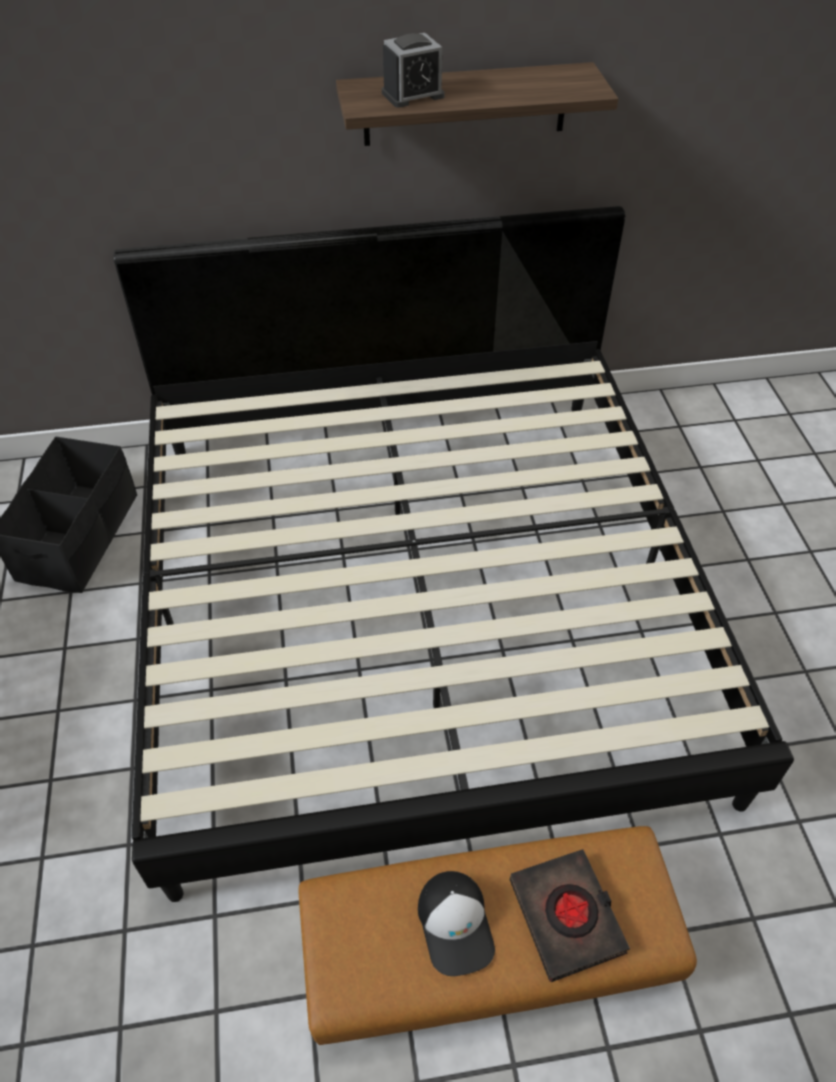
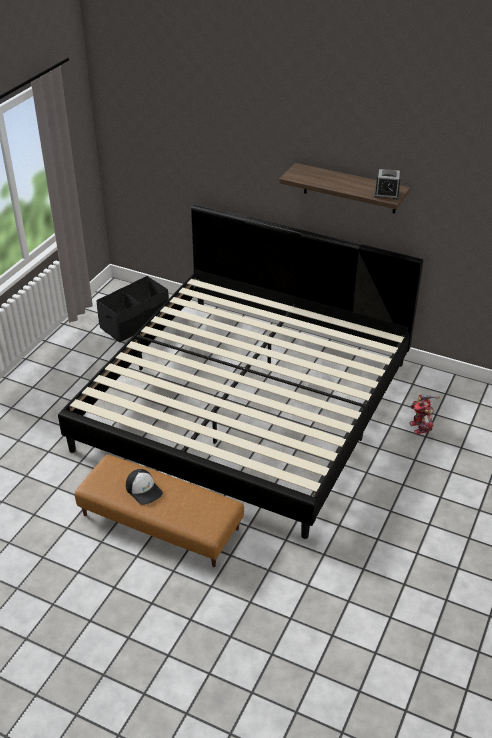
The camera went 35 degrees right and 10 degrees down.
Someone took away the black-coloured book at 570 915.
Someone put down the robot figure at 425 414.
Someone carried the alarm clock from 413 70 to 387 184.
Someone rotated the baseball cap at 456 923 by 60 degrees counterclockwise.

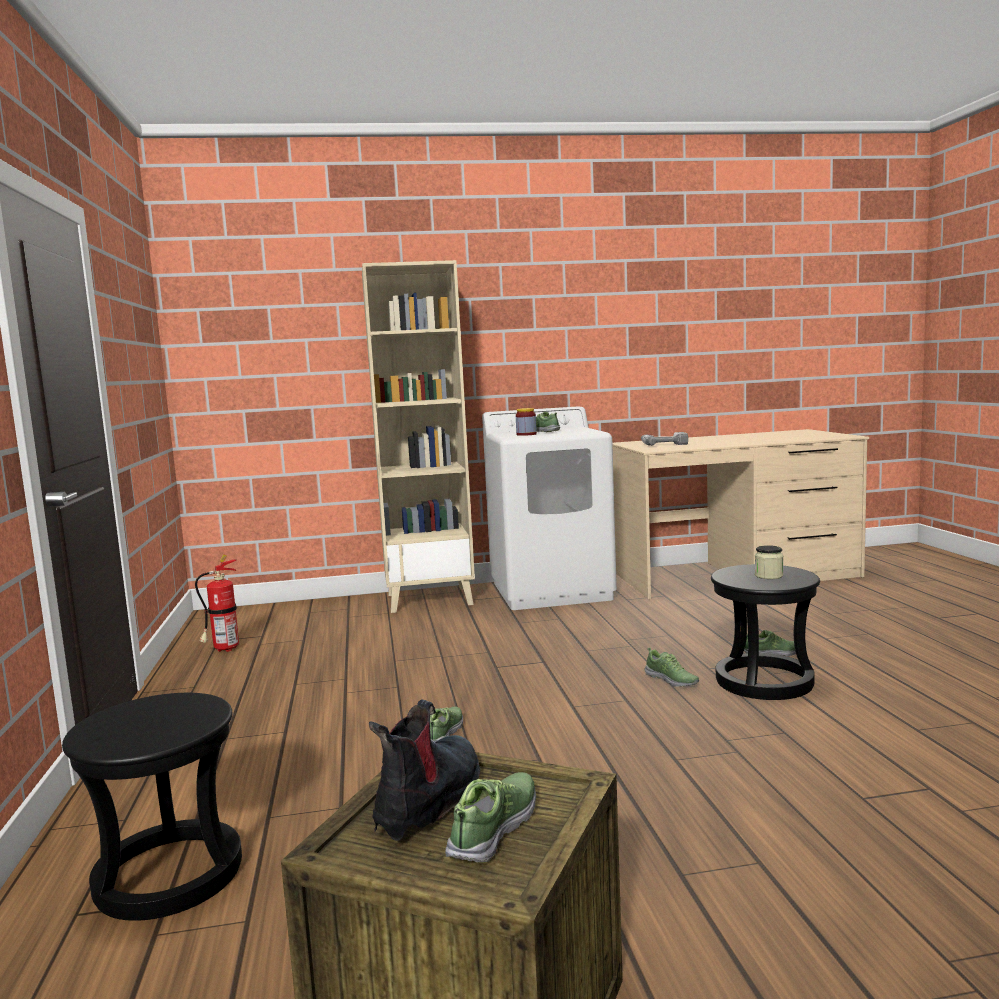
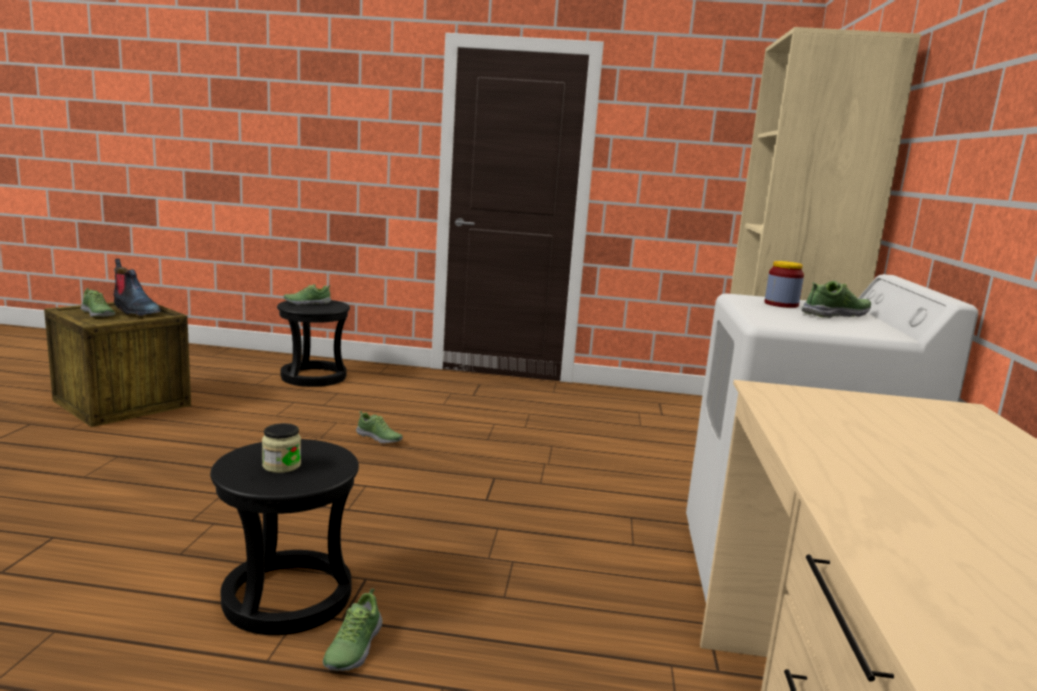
The camera went 105 degrees right and 5 degrees up.
Someone took away the fire extinguisher at 217 603.
Someone took away the electric drill at 664 439.
Someone carried the low shoe from 672 667 to 307 294.

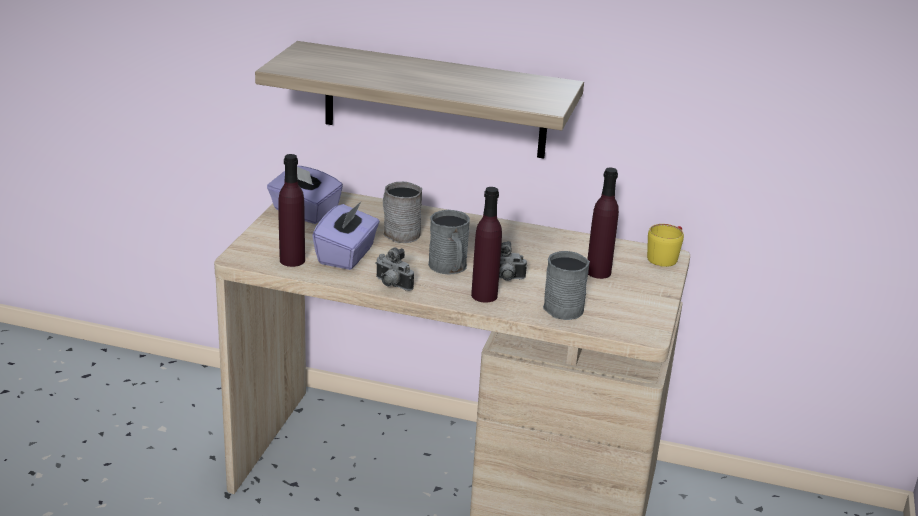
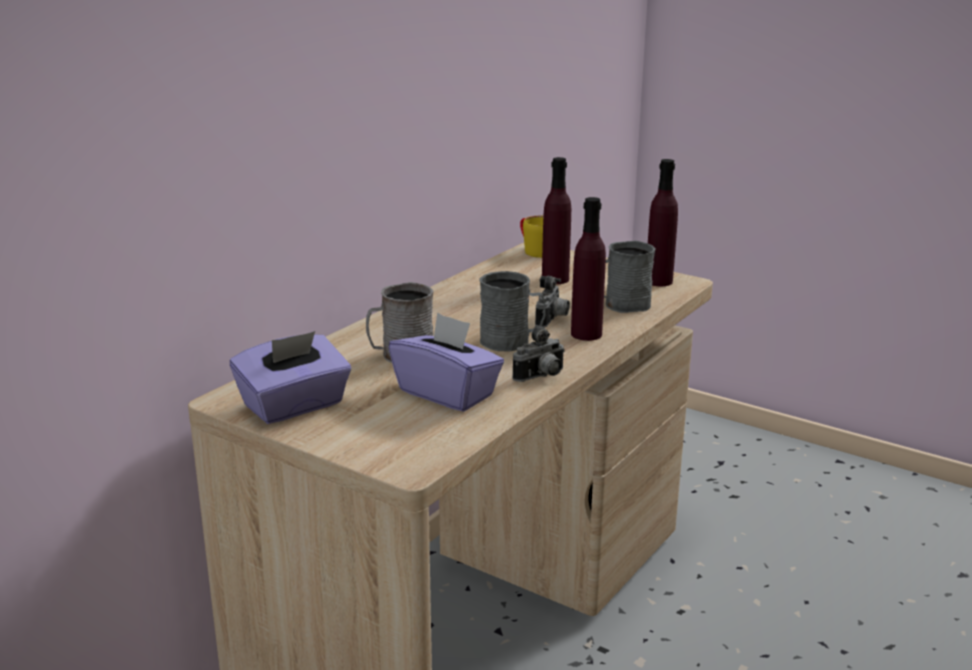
The camera went 70 degrees left and 5 degrees down.
Someone took away the wall shelf at 419 100.
Someone carried the purple bottle from 291 210 to 663 222.

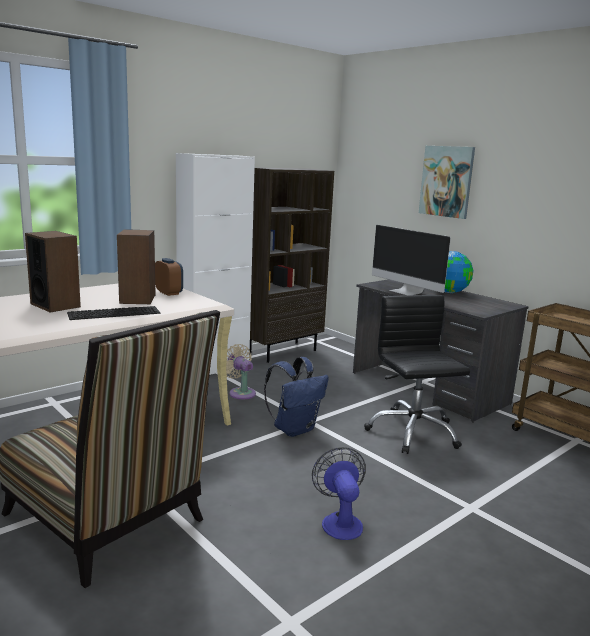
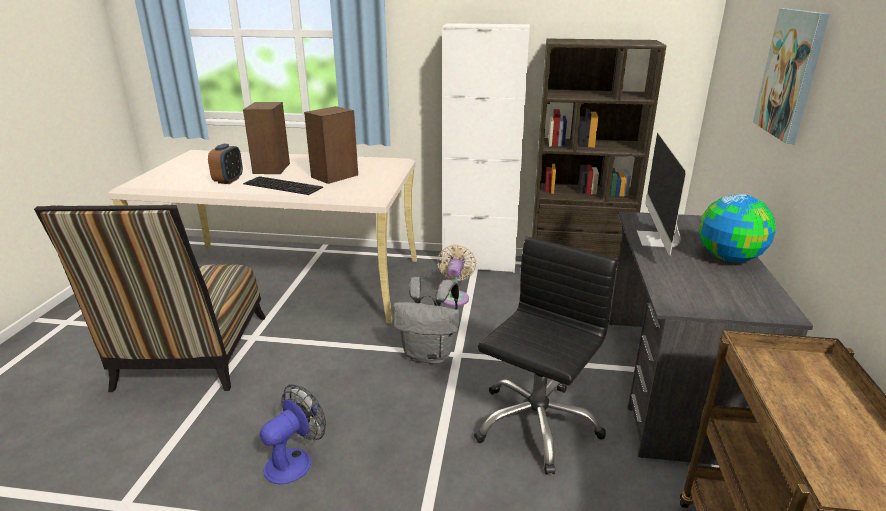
The camera went 50 degrees right and 10 degrees up.
Someone carried the alarm clock from 169 277 to 225 164.
Someone repainted the blue-coloured knapsack at 296 397, which became the gray knapsack at 426 320.

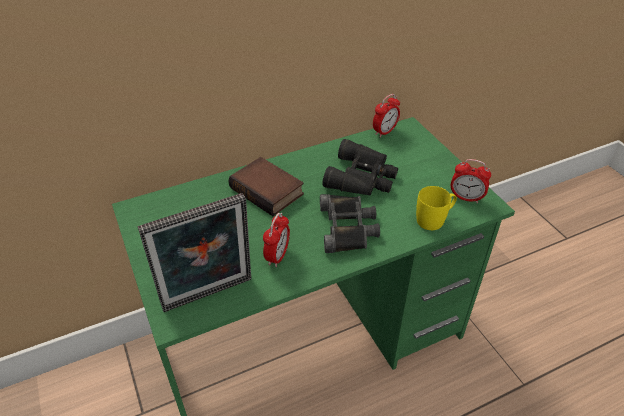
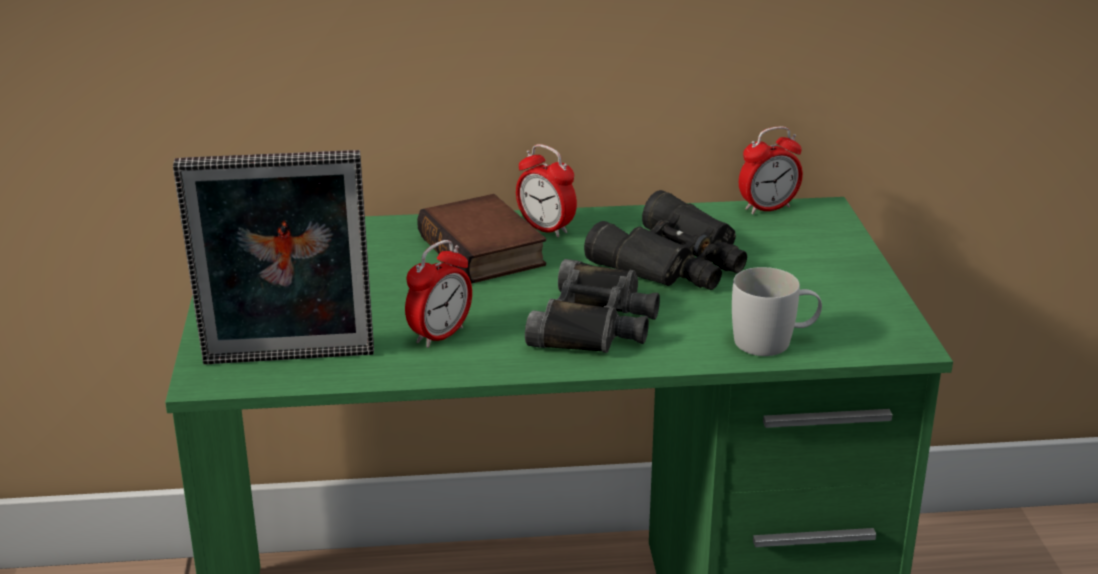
The camera went 20 degrees right and 15 degrees down.
Someone carried the alarm clock from 471 181 to 546 190.
Someone repainted the yellow coffee mug at 436 208, which became the whitish coffee mug at 777 311.

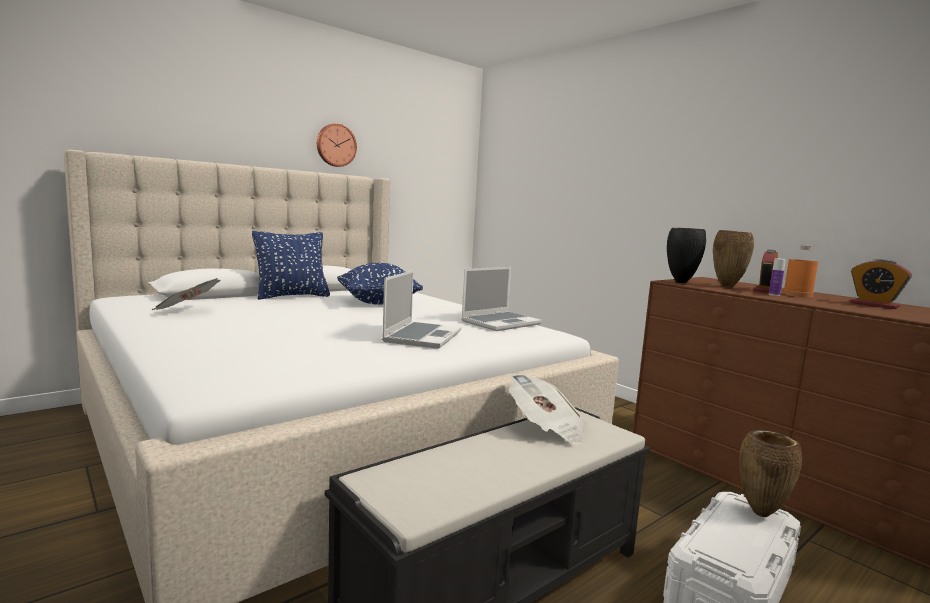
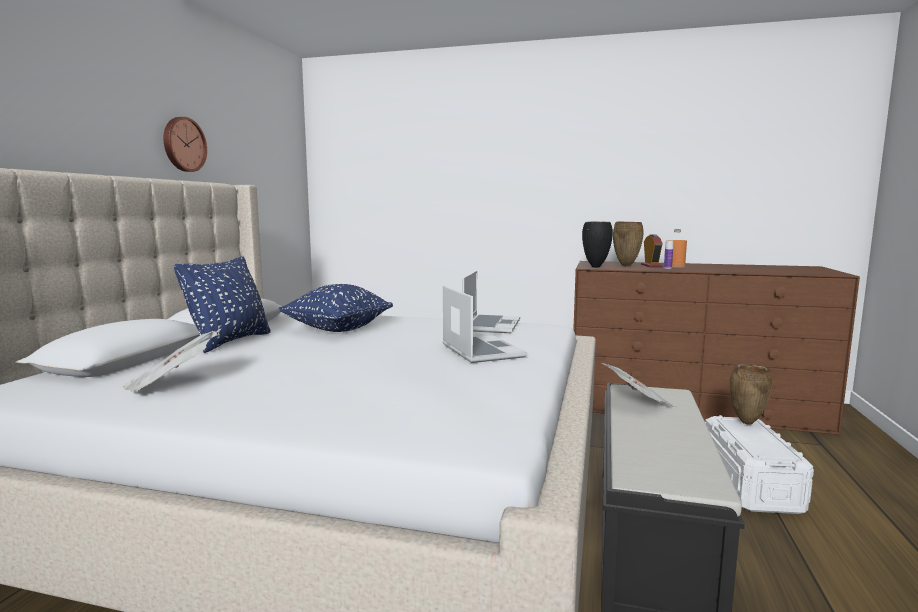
The camera went 35 degrees left and 0 degrees up.
Someone took away the alarm clock at 881 284.

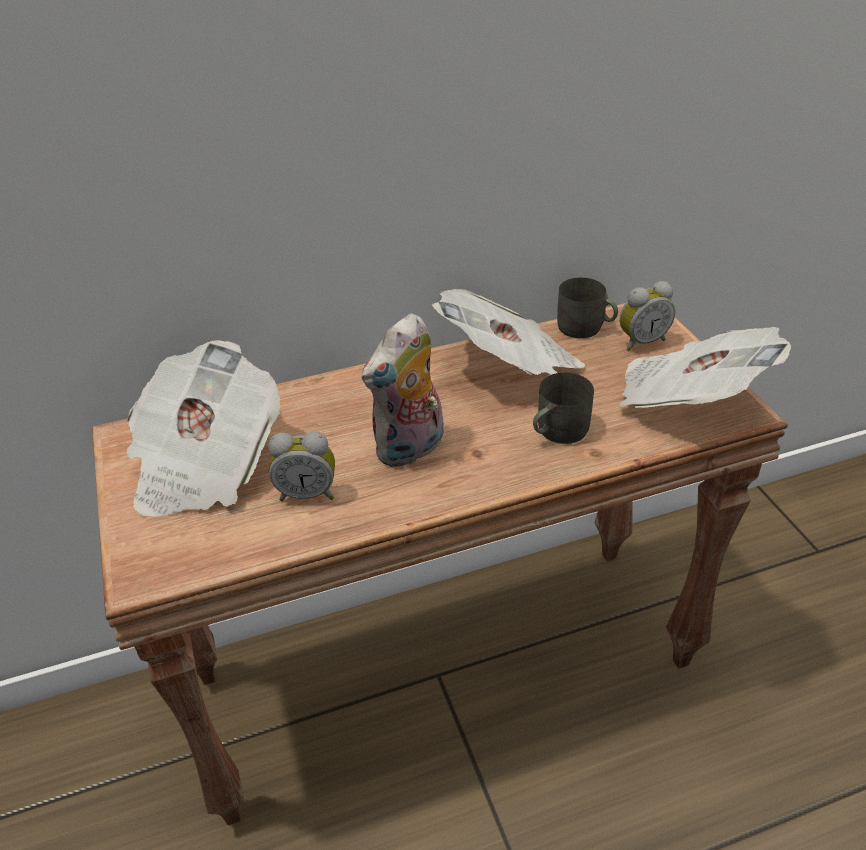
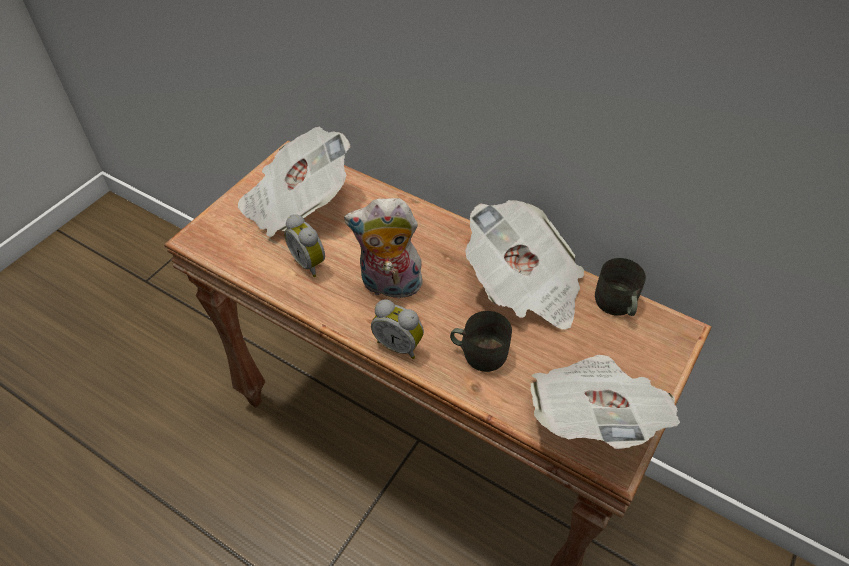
The camera went 50 degrees right and 10 degrees up.
Someone carried the alarm clock from 647 316 to 397 329.

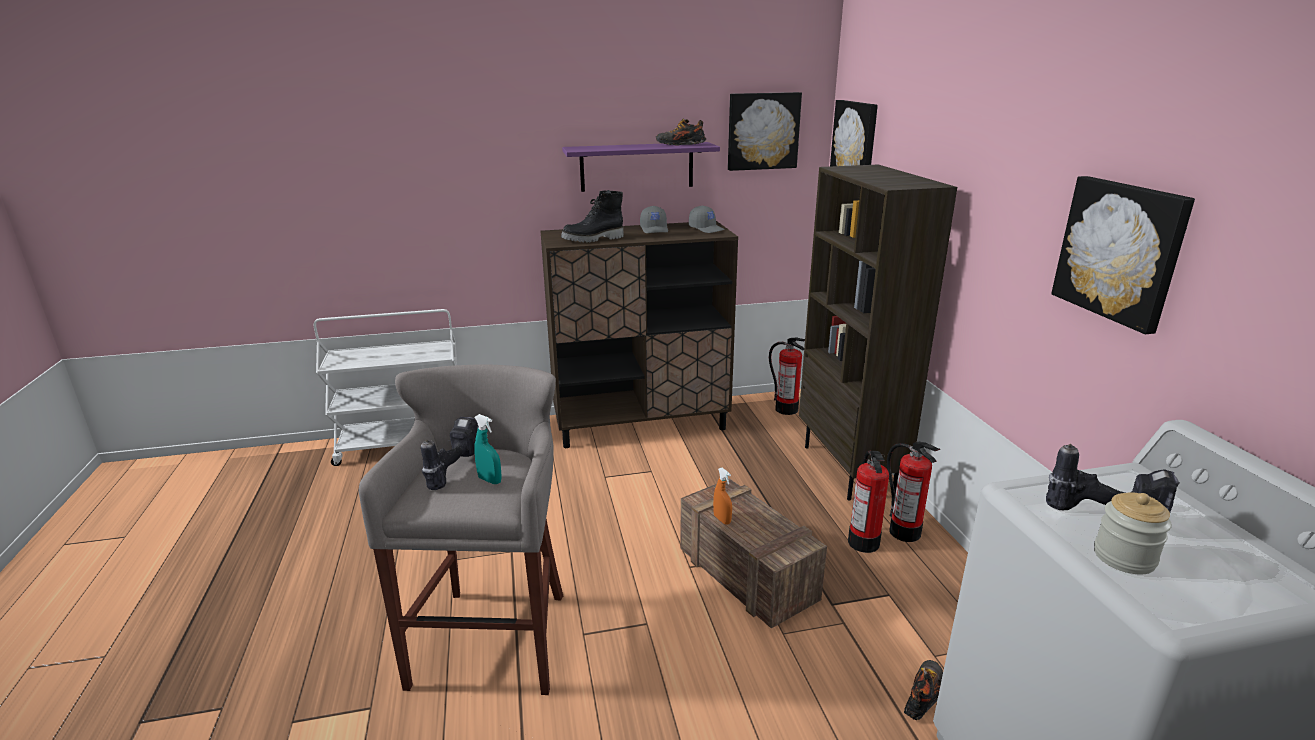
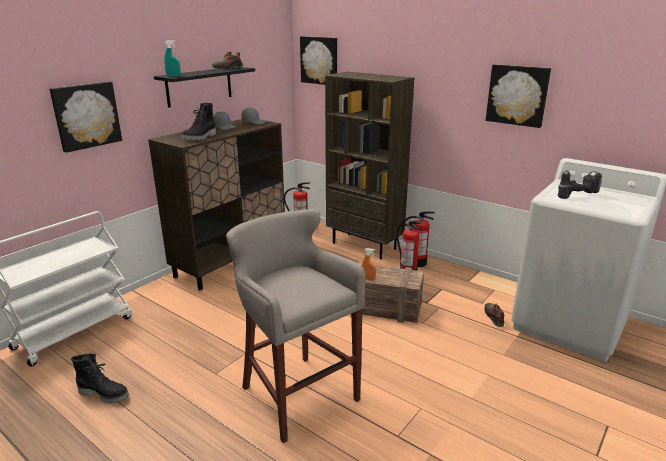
The camera went 40 degrees left and 0 degrees up.
Someone took away the electric drill at 450 453.
Someone took away the jar at 1133 533.
Someone put down the black-coloured tall boot at 100 378.
Someone carried the turquoise hand sprayer from 488 449 to 172 58.
Someone carried the picture from 765 131 to 86 117.
Someone repainted the purple wall shelf at 641 167, which became the black-coloured wall shelf at 204 87.

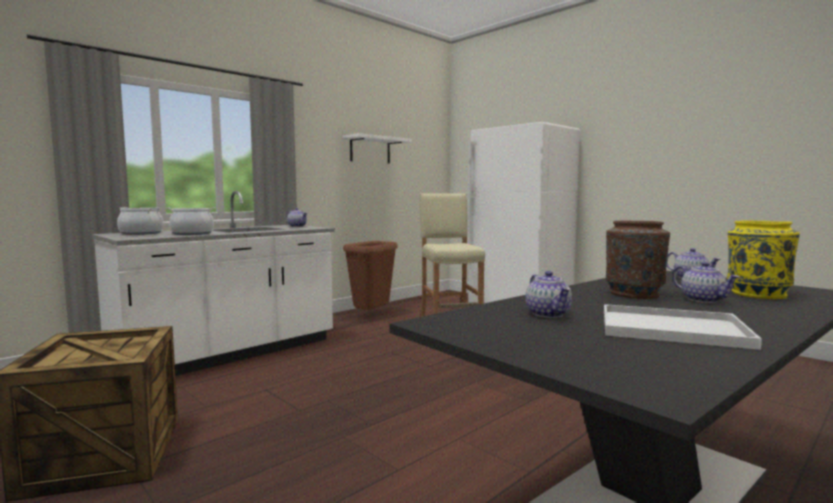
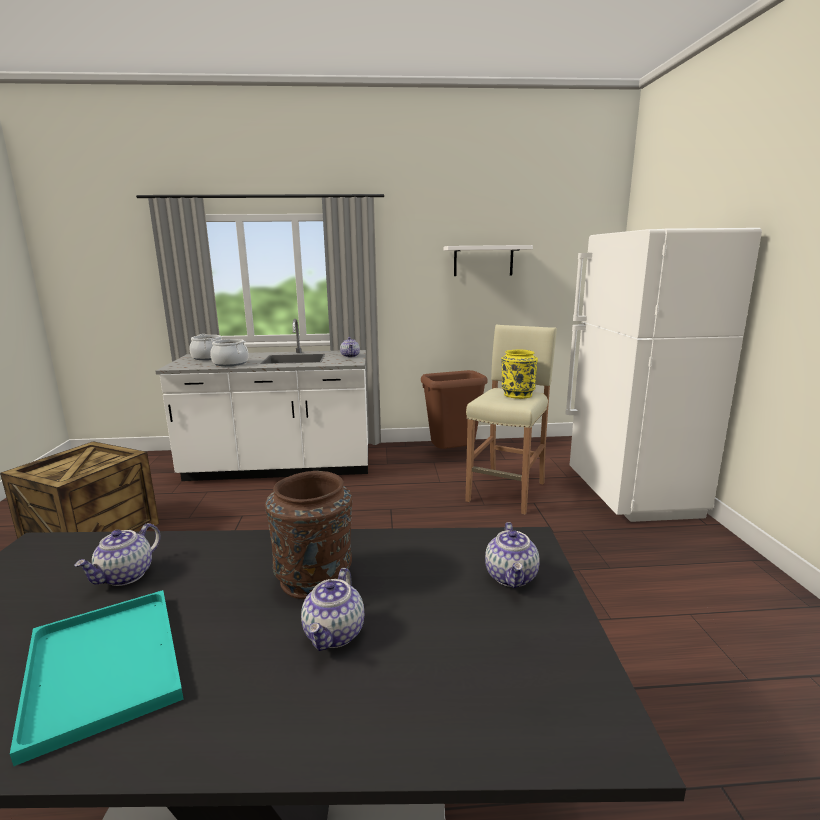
The camera went 40 degrees right and 10 degrees up.
Someone carried the yellow vase from 763 259 to 520 374.
Someone repainted the whitish serving tray at 683 327, which became the turquoise serving tray at 96 678.

